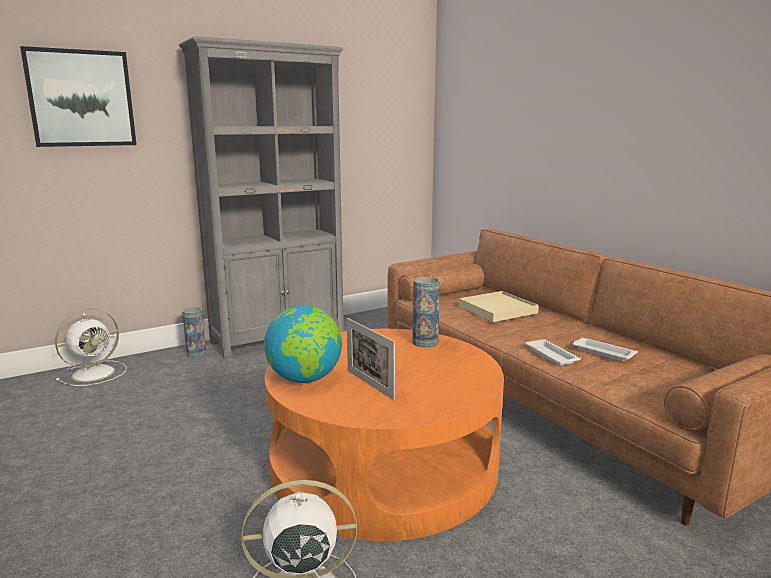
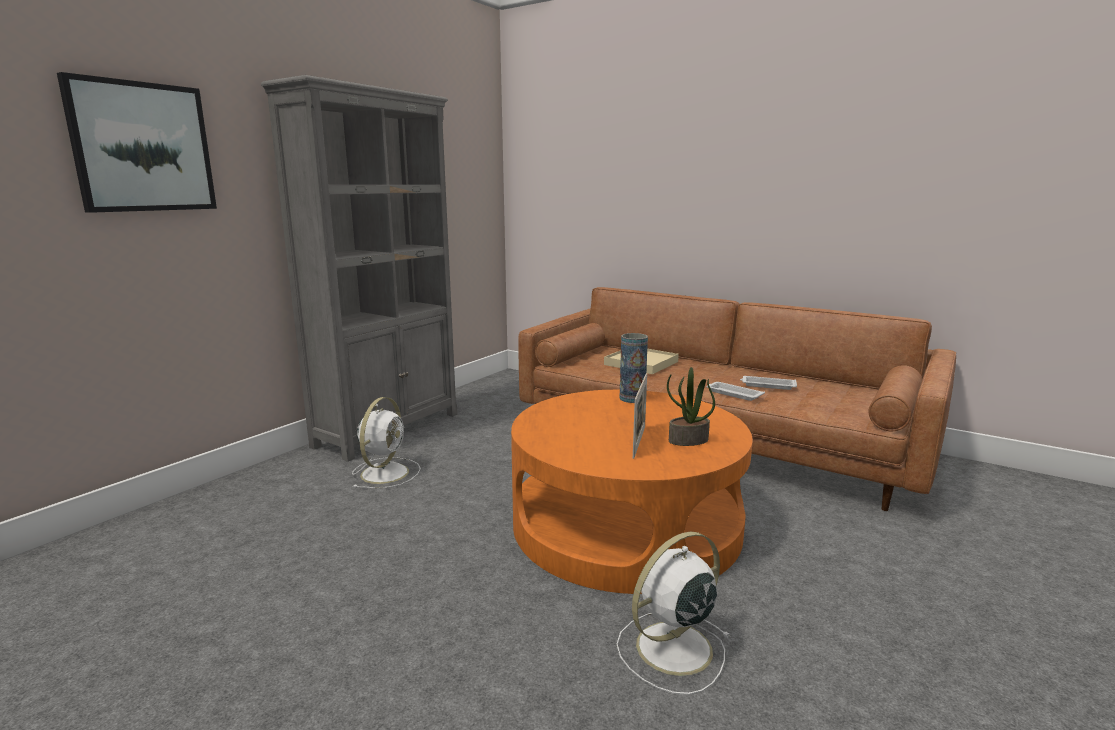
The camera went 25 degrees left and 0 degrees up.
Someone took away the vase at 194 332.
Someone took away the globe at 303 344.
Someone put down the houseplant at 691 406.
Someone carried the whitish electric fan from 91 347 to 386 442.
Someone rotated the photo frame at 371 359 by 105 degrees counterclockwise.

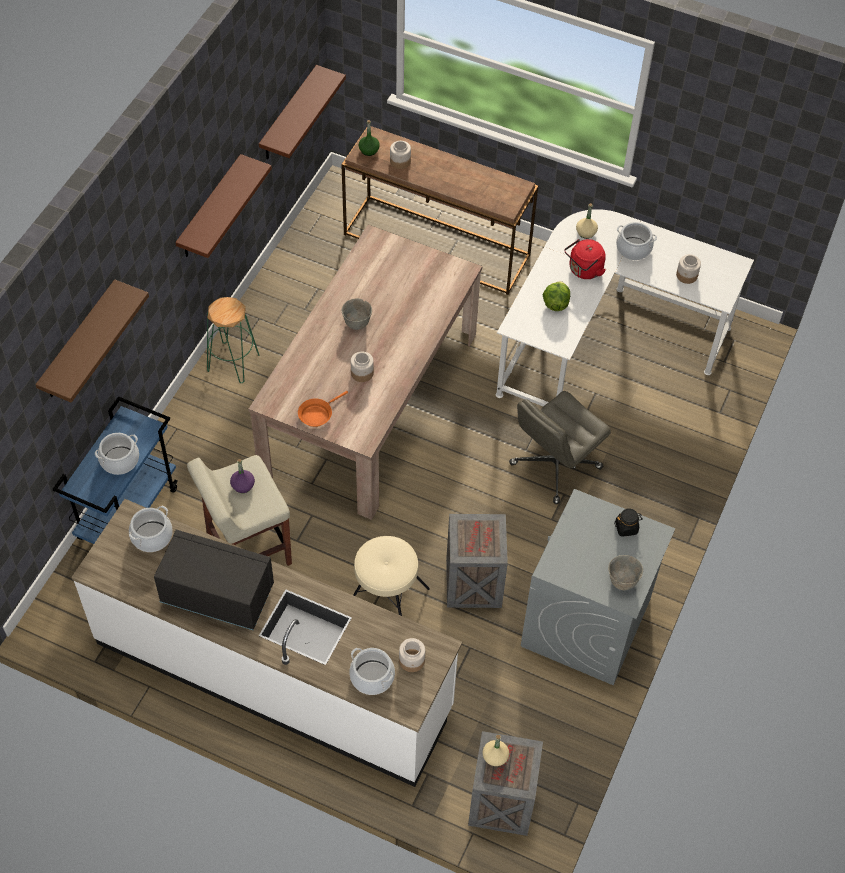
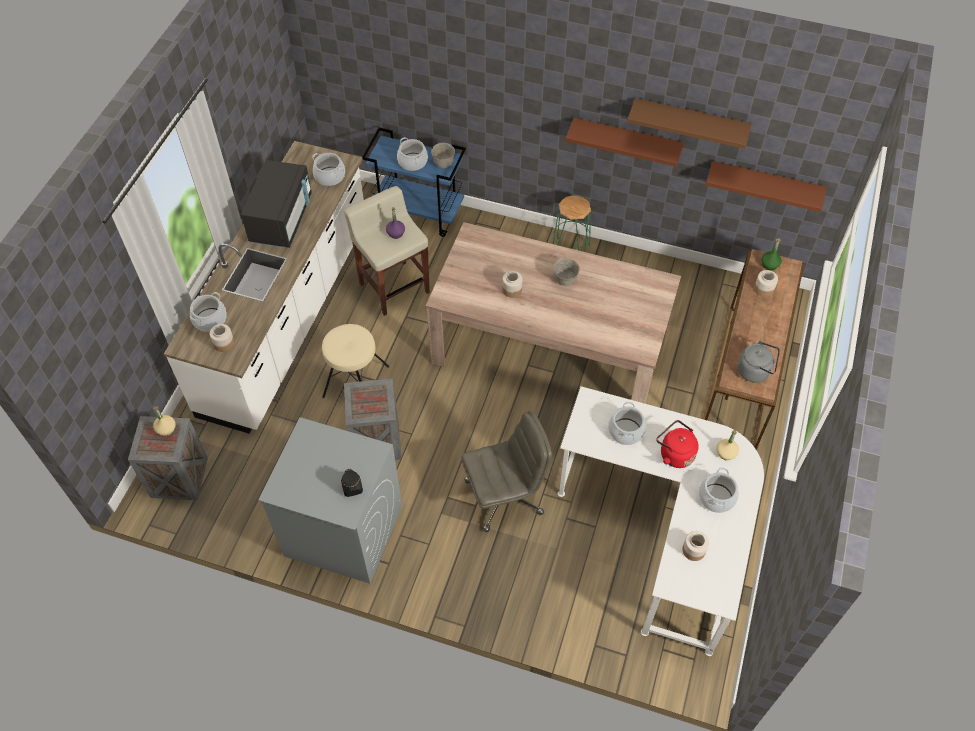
The camera went 85 degrees right and 0 degrees up.
Someone took away the orangey pan at 323 409.
Someone put down the gray kettle at 758 361.
Someone carried the brownish wall shelf from 92 341 to 689 123.
Someone carried the gray serving bowl from 625 572 to 443 155.
Someone swapped the lettuce at 556 296 for the stockpot at 627 423.
Someone rotated the gray computer chair at 560 447 by 120 degrees clockwise.

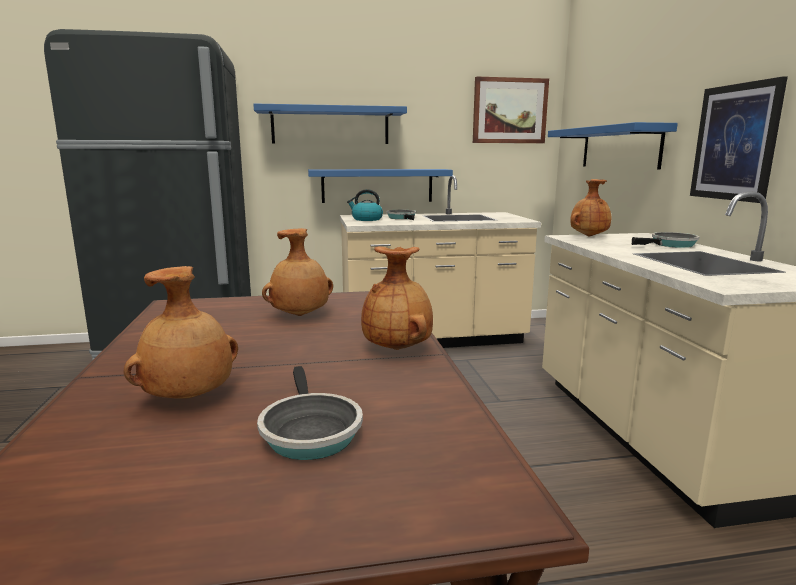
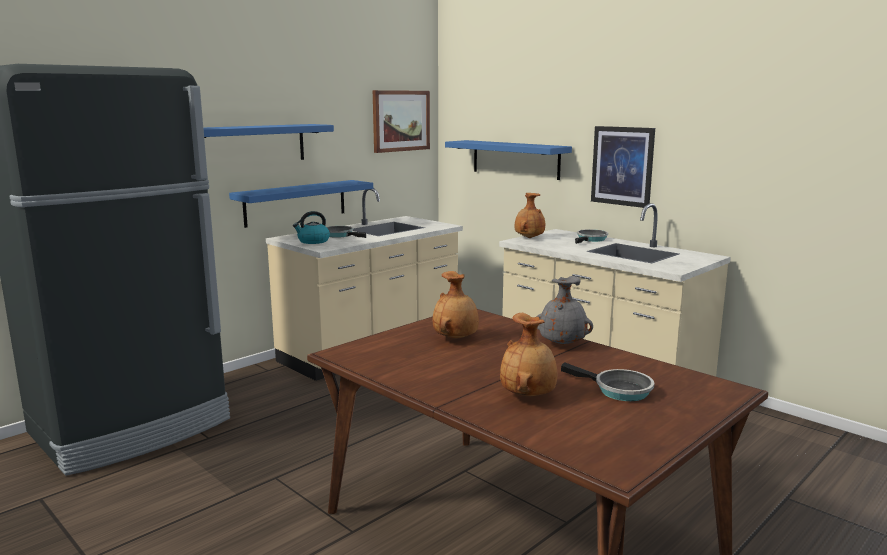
The camera went 35 degrees left and 0 degrees up.
Someone repainted the brownish vase at 397 298, which became the gray vase at 564 310.

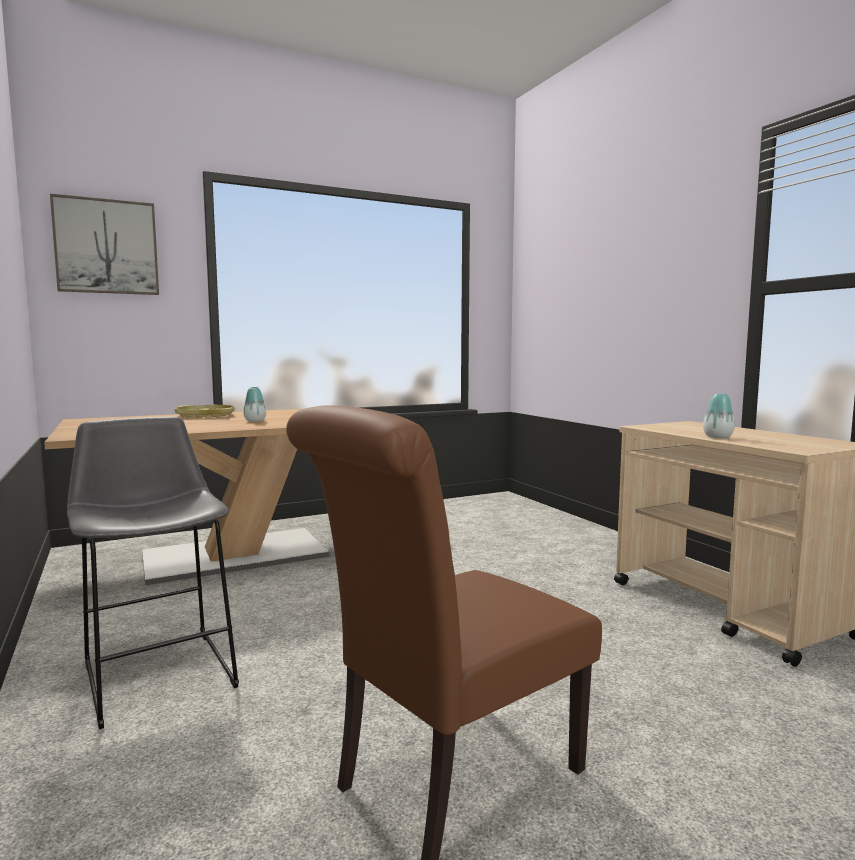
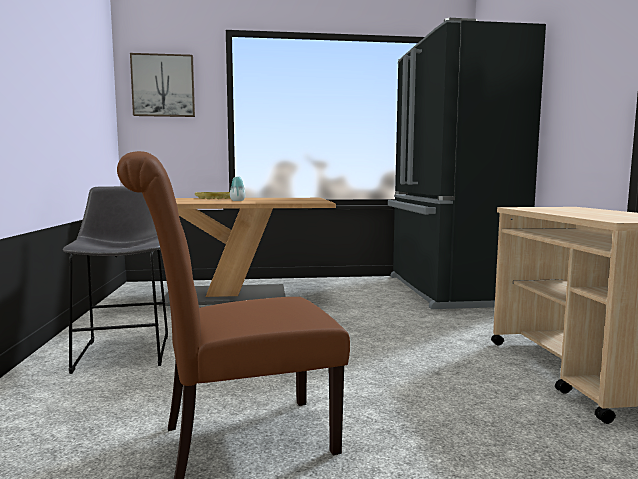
The camera went 20 degrees right and 0 degrees up.
Someone took away the vase at 719 416.
Someone put down the black-coloured kitchen fridge at 467 163.

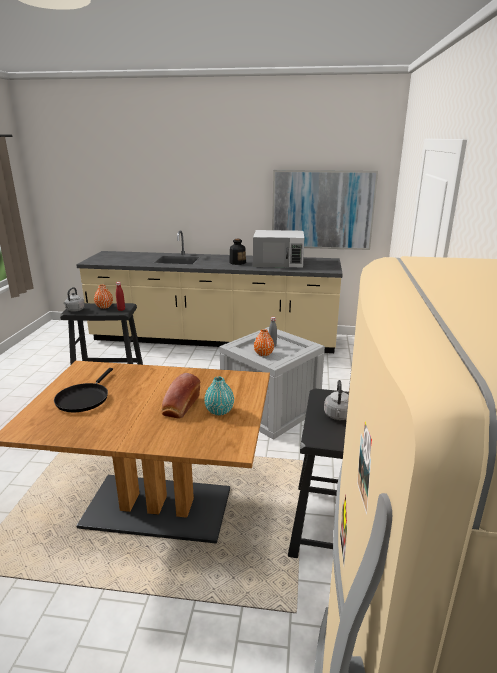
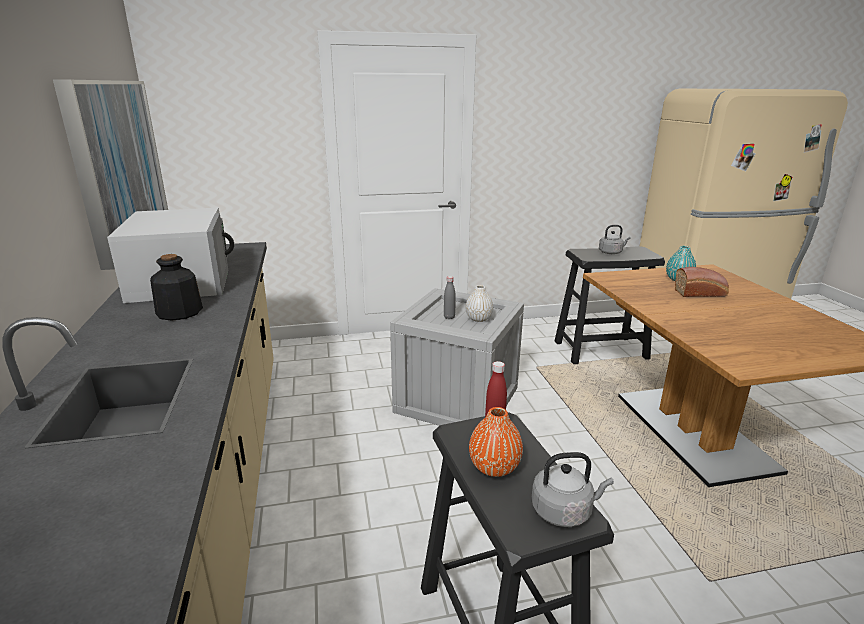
The camera went 110 degrees left and 0 degrees up.
Someone took away the black-coloured pan at 83 390.
Someone repainted the orangey vase at 264 342, which became the whitish vase at 479 303.

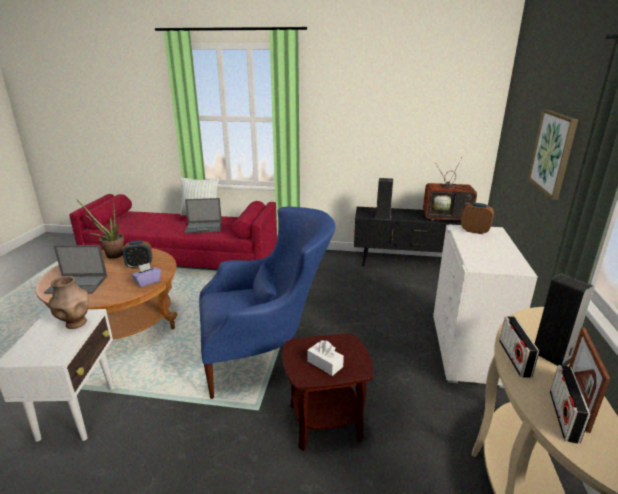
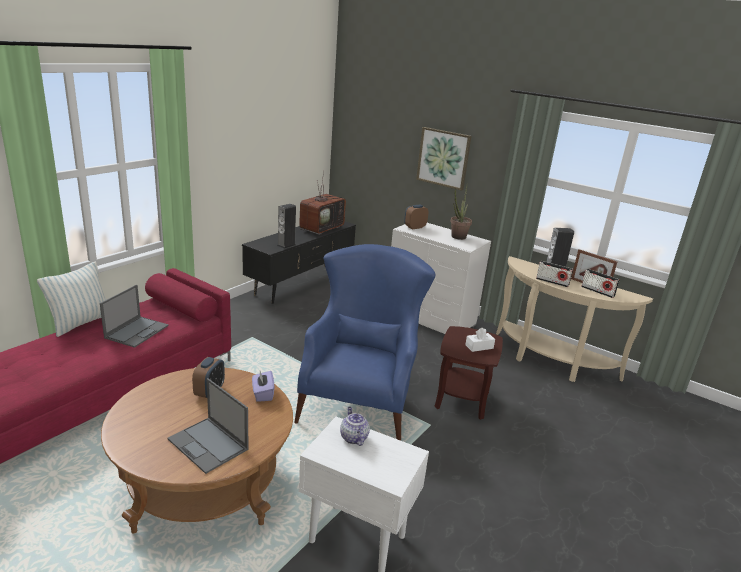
The camera went 65 degrees left and 0 degrees up.
Someone carried the houseplant from 100 229 to 461 213.
Someone swapped the brownish vase at 69 302 for the teapot at 355 426.
Someone rotated the portable computer at 75 269 by 105 degrees clockwise.

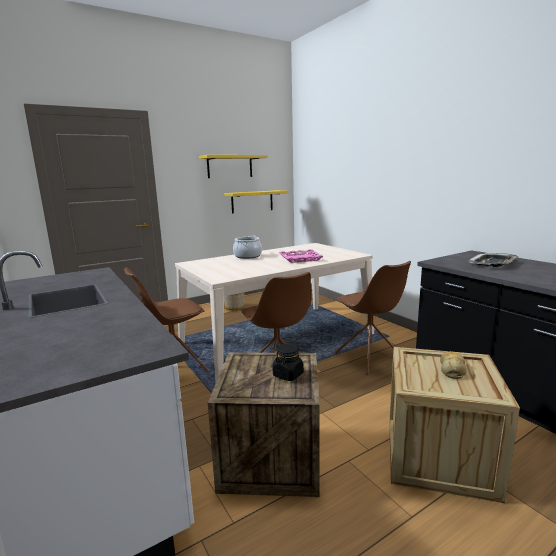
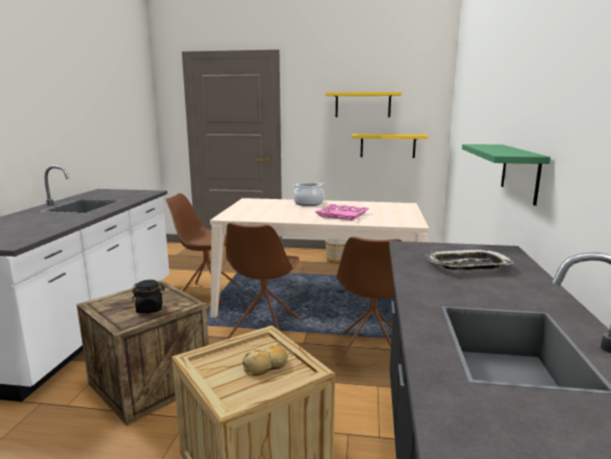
The camera went 40 degrees right and 0 degrees up.
Someone put up the green-coloured wall shelf at 506 175.

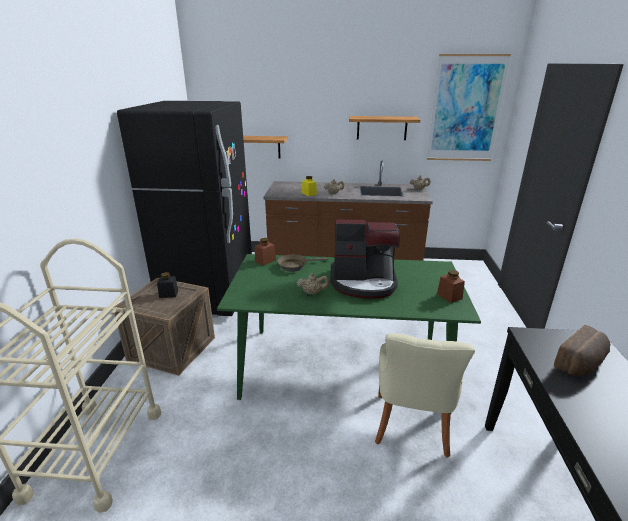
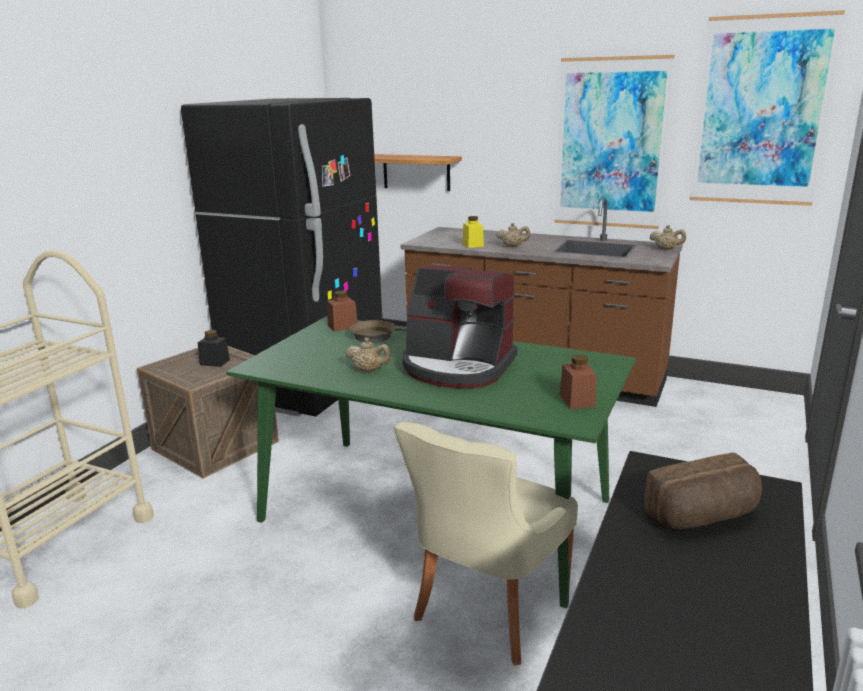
The camera went 20 degrees right and 5 degrees down.
Someone swapped the wall shelf at 384 128 for the picture at 614 142.

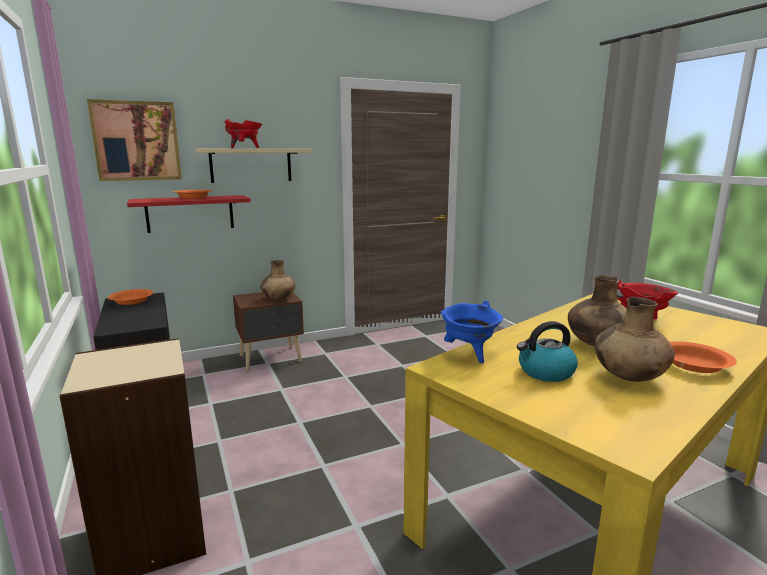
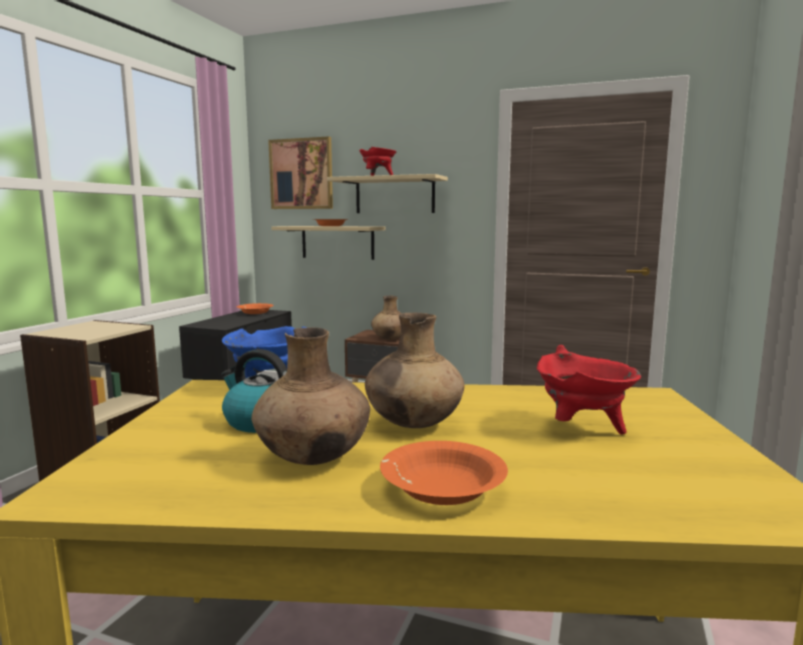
The camera went 45 degrees right and 5 degrees down.
Someone repainted the red wall shelf at 188 214, which became the beige-coloured wall shelf at 328 243.

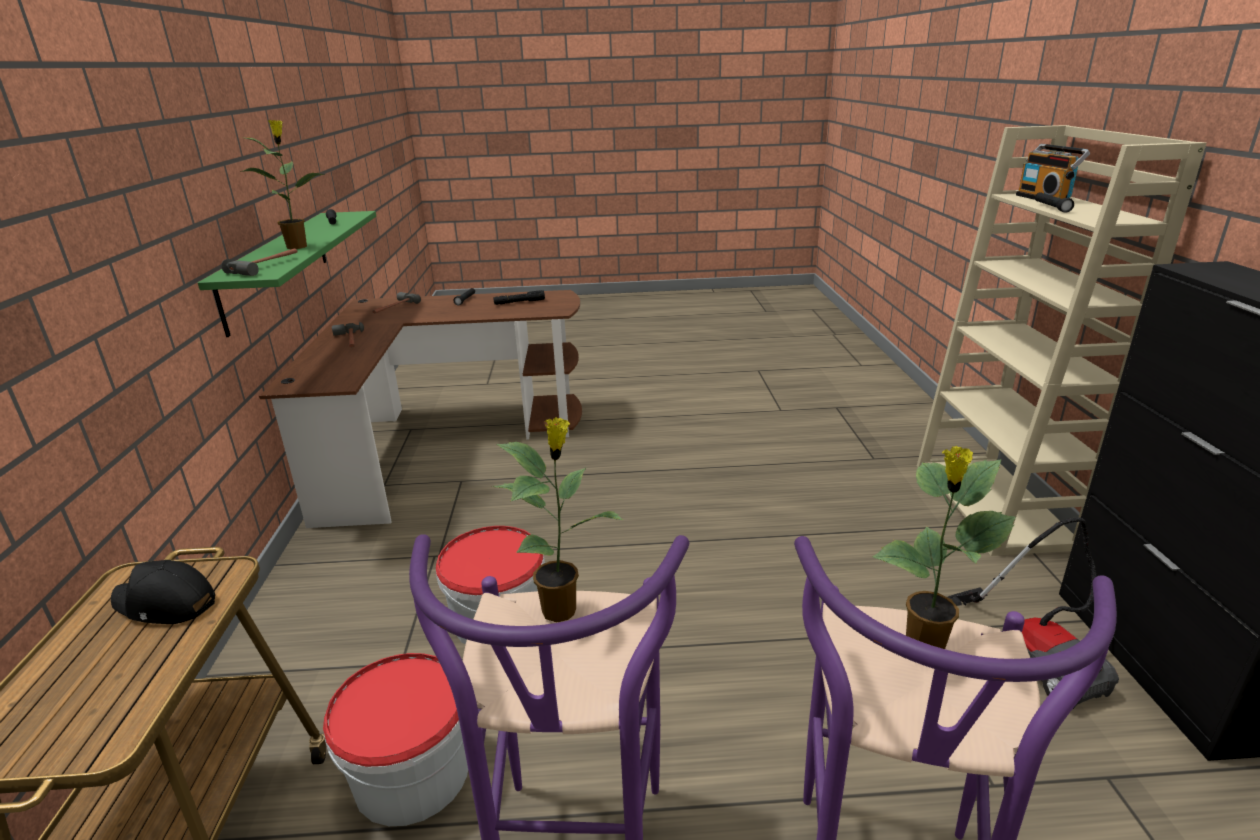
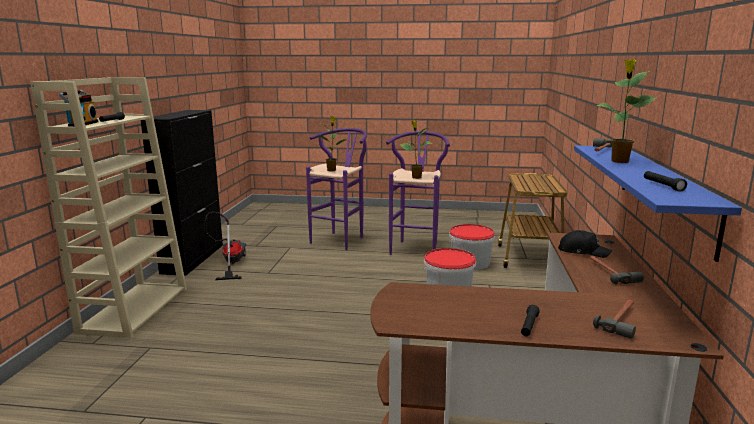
The camera went 170 degrees left and 10 degrees down.
Someone took away the black-coloured flashlight at 519 297.
Someone carried the black-coloured baseball cap from 163 592 to 585 244.
Someone repainted the green-coloured wall shelf at 287 274, which became the blue-coloured wall shelf at 658 204.

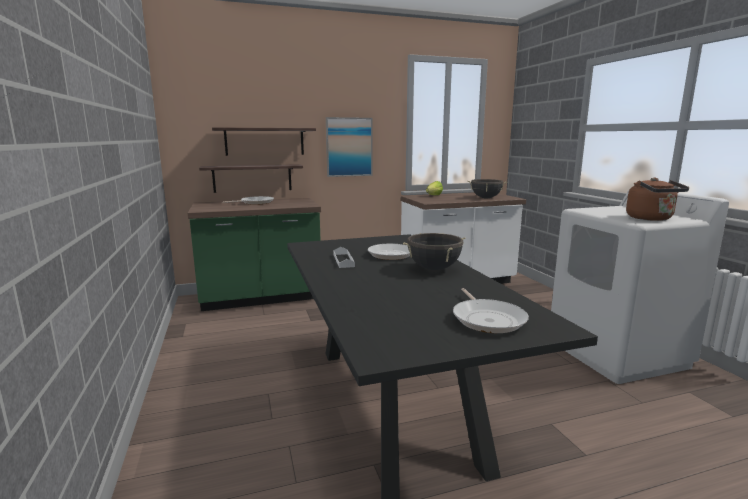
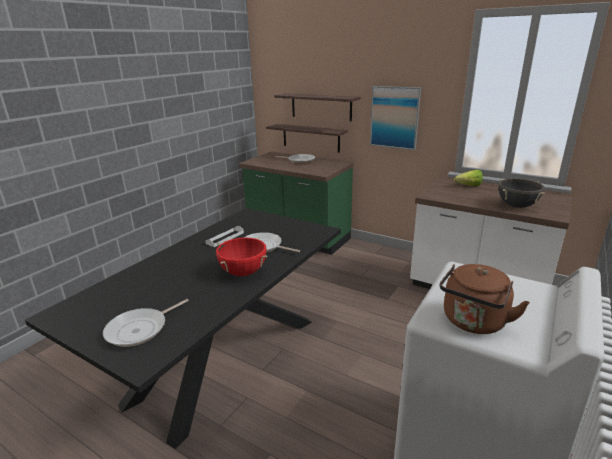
The camera went 50 degrees right and 10 degrees up.
Someone repainted the black-coloured stockpot at 434 251, which became the red stockpot at 242 256.

